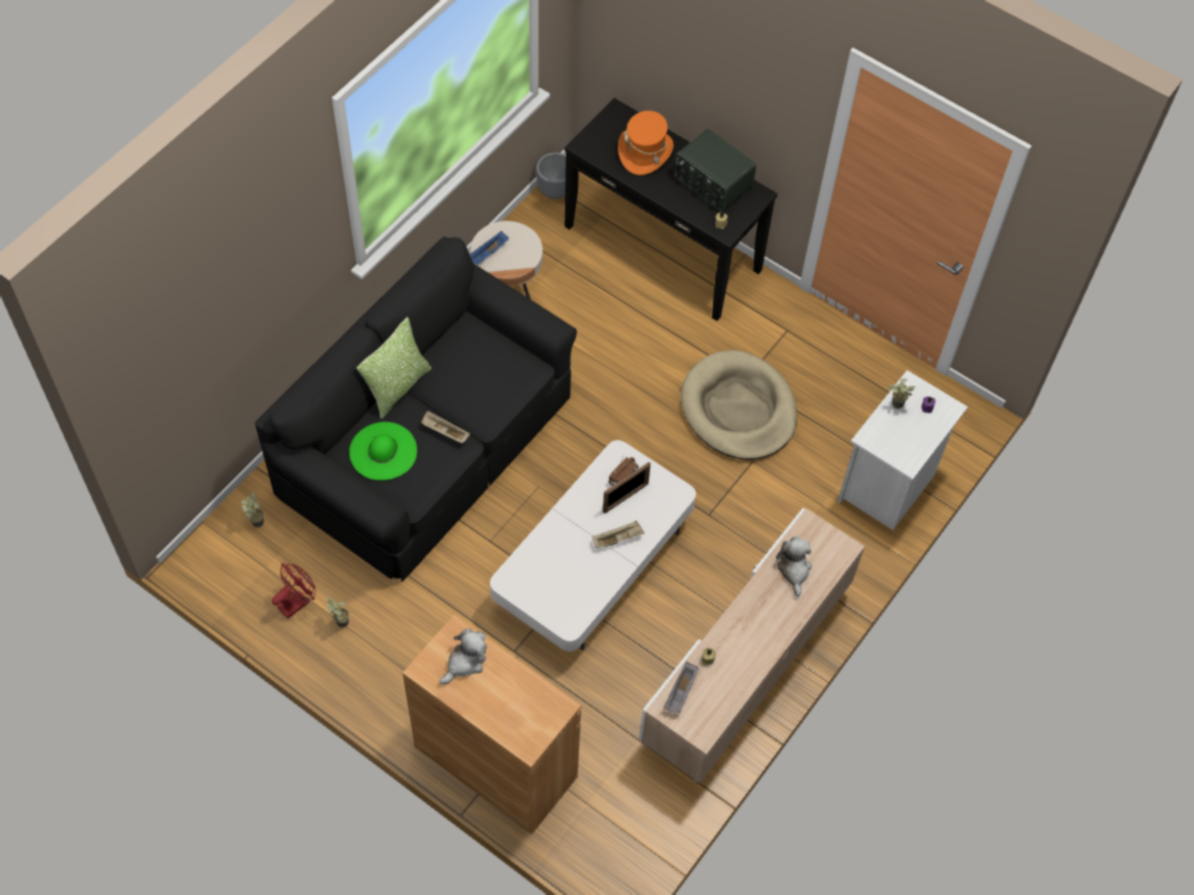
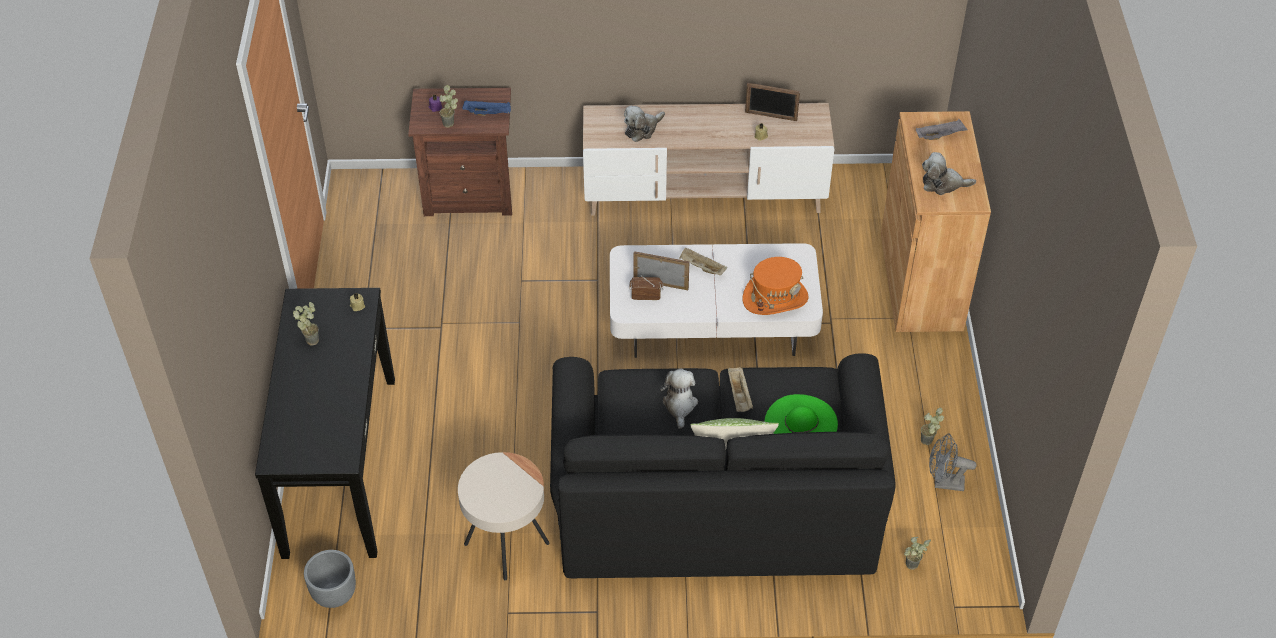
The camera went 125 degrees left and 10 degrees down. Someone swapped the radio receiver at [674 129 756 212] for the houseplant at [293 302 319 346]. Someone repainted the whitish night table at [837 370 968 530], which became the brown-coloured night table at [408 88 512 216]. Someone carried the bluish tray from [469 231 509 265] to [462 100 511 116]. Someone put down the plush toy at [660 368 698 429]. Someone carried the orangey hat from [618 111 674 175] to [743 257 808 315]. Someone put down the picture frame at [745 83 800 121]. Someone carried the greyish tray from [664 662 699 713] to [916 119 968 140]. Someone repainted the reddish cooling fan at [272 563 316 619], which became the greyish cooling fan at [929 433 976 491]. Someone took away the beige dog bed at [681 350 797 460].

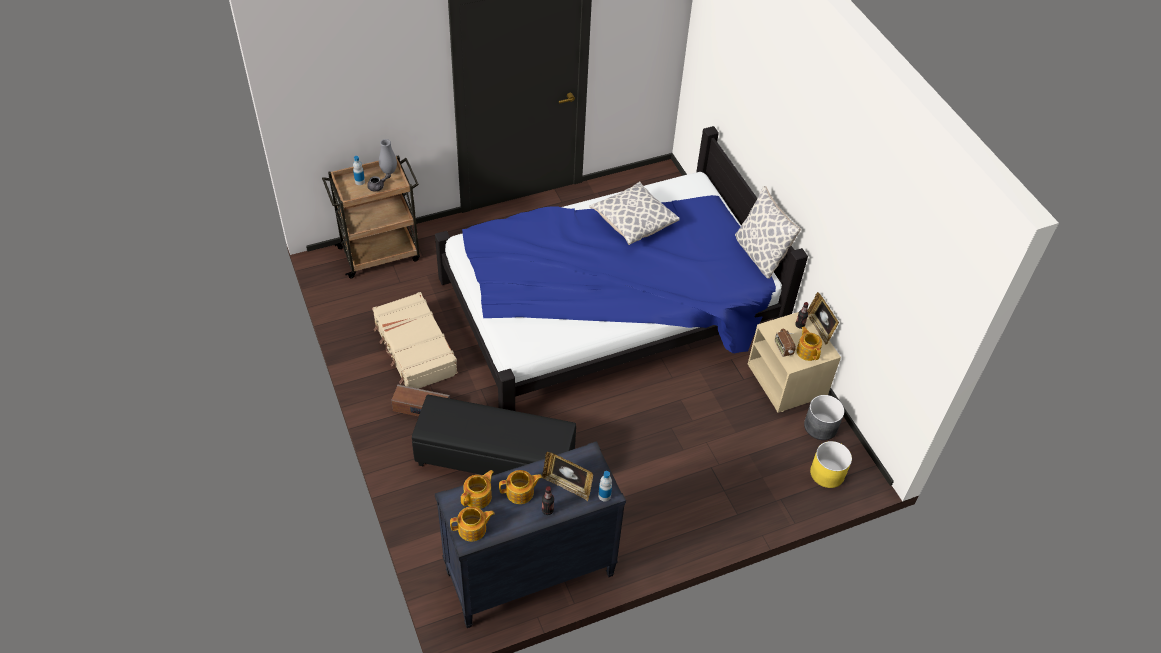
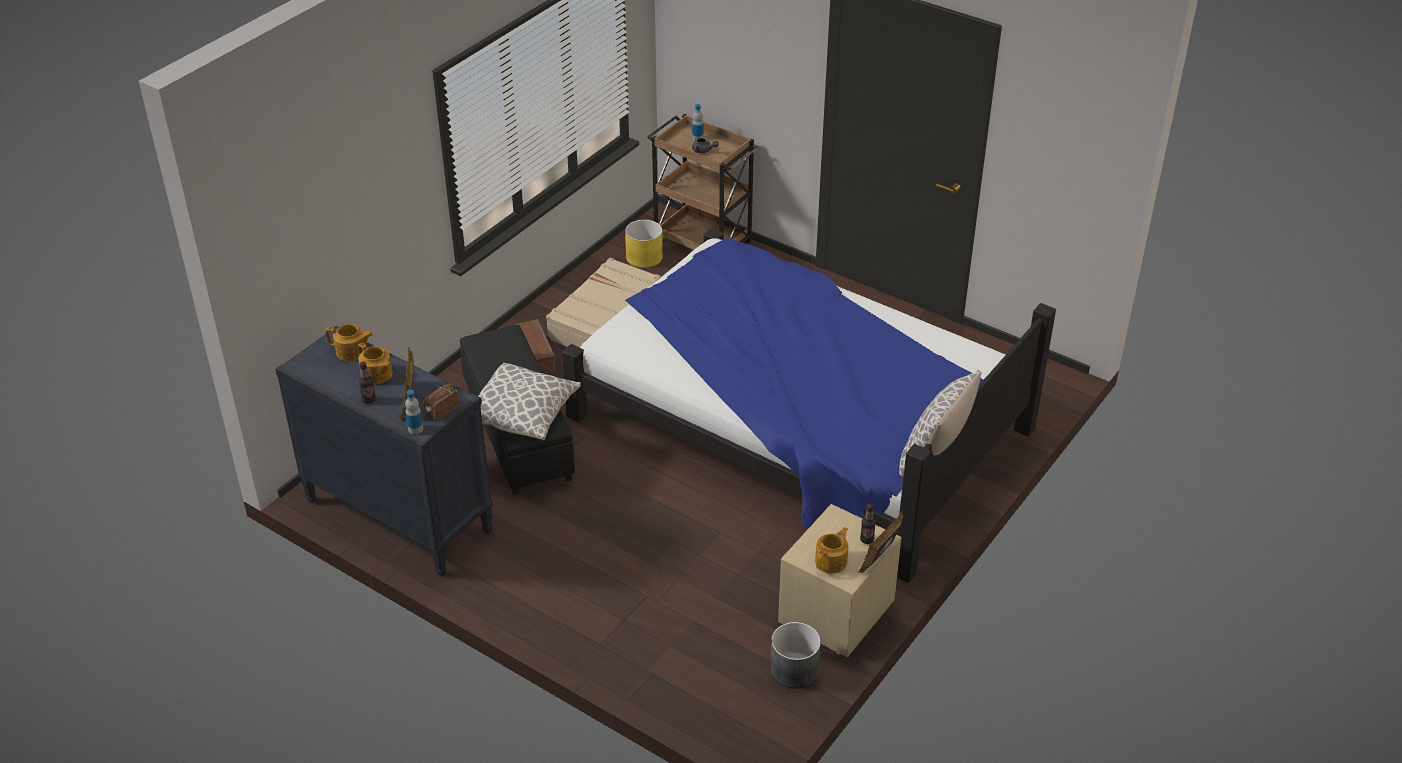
The camera went 60 degrees right and 10 degrees down. Someone carried the radio receiver from [775 329 796 357] to [423 384 459 420]. Someone carried the pillow from [589 181 680 245] to [479 363 581 440]. Someone carried the yellowish plant pot from [810 441 852 488] to [625 220 663 268]. Someone took away the greyish decorative vase at [379 139 397 174]. Someone took away the pot for tea at [450 506 495 542].

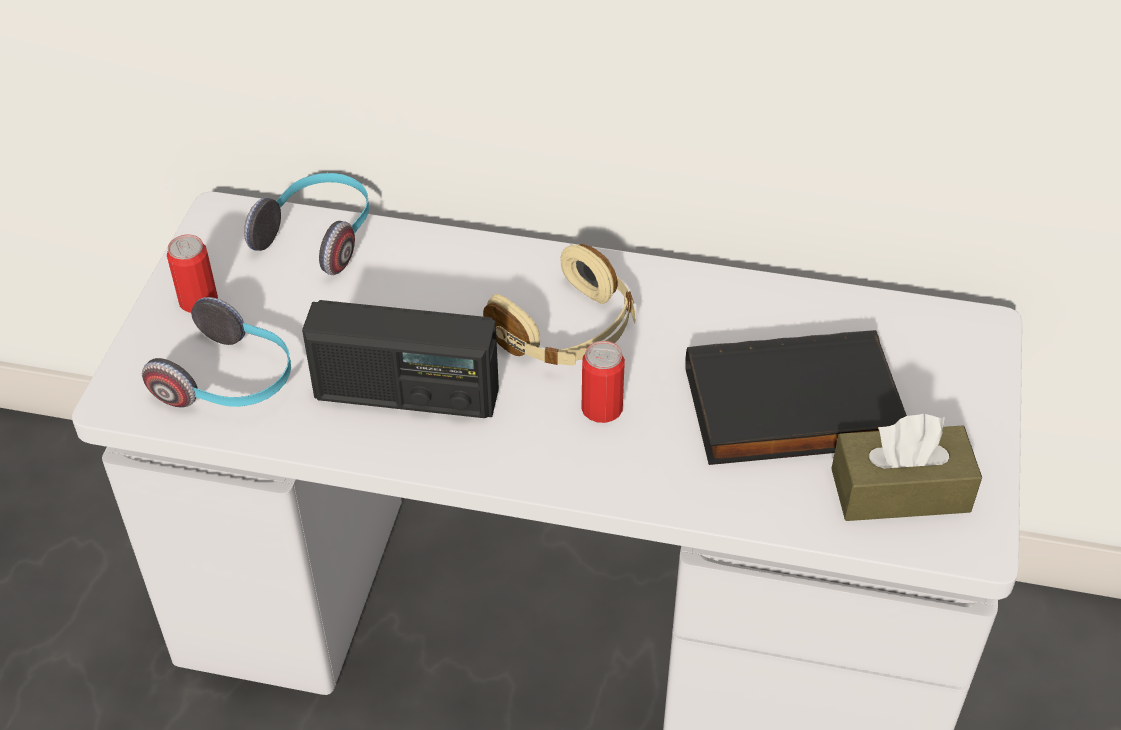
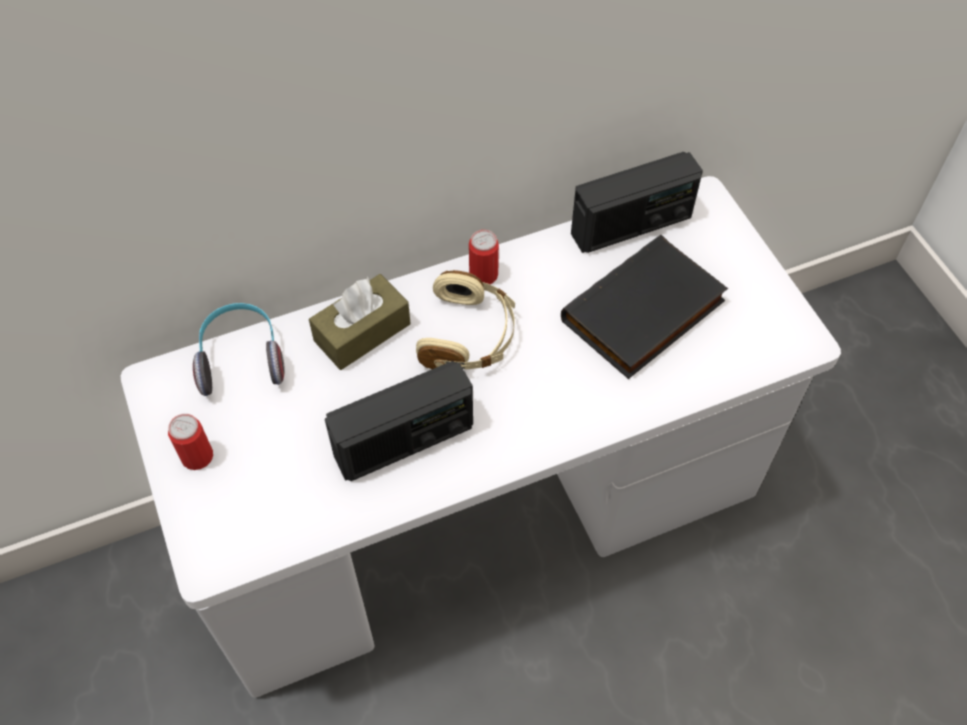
The camera went 35 degrees left and 10 degrees up. Someone carried the brown-coloured box of tissues from [831 413 982 521] to [309 274 410 370]. Someone carried the can from [581 341 625 423] to [469 230 499 284]. Someone put down the radio receiver at [571 152 703 253]. Someone took away the pair of headphones at [142 297 291 408].

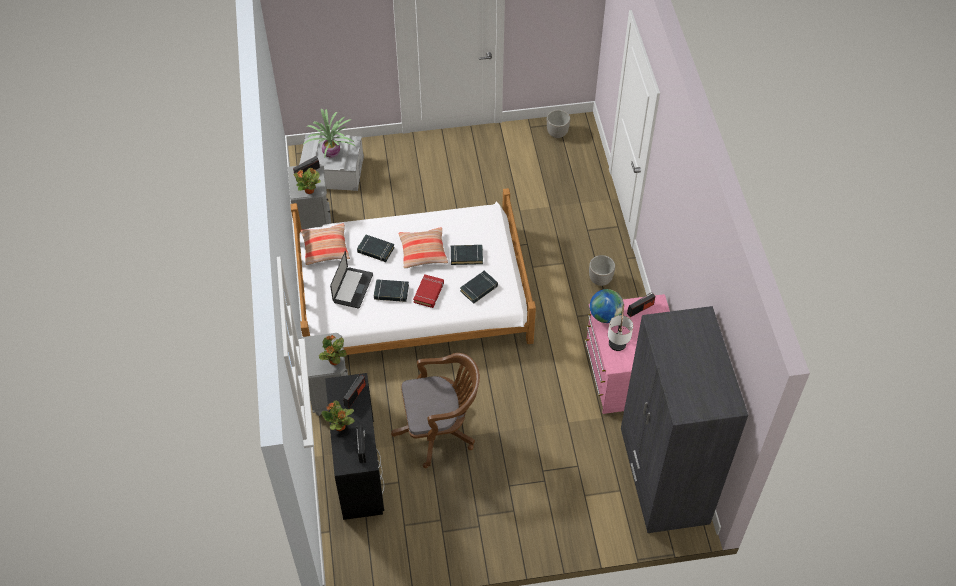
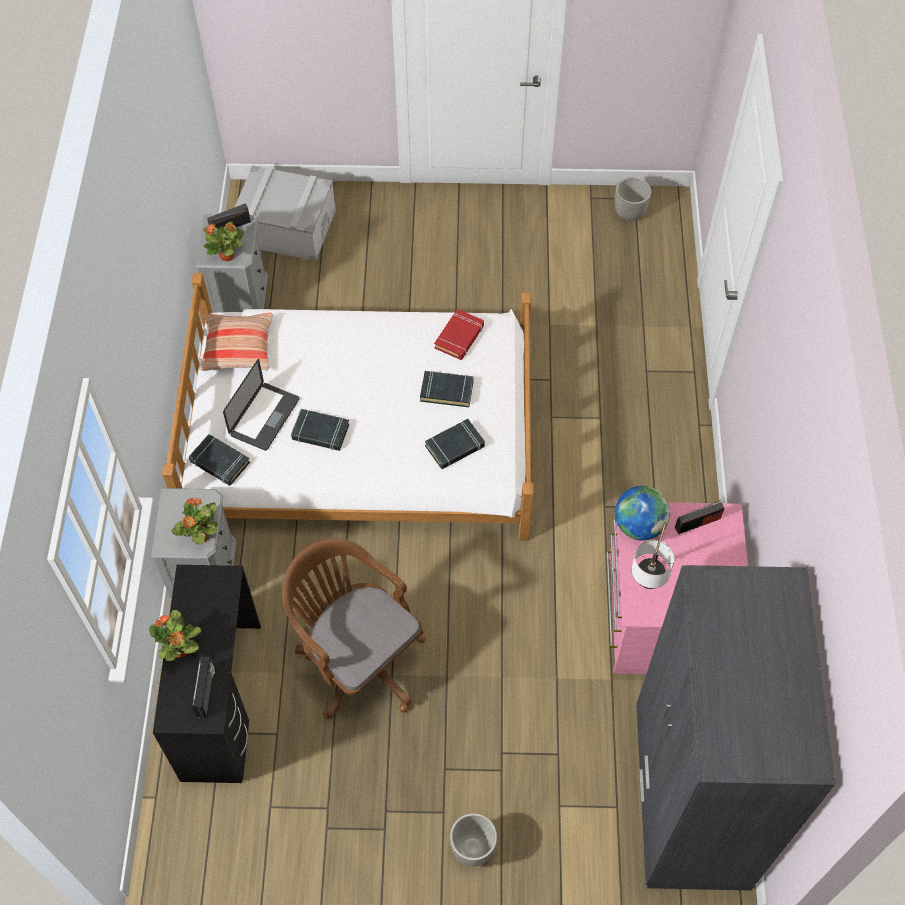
The camera went 10 degrees right and 5 degrees up. Someone carried the blackish book from [357 235 395 262] to [189 434 250 486]. Someone rotated the brown-coloured office chair at [391 353 480 468] by 135 degrees counterclockwise. Someone carried the reddish book from [413 274 444 308] to [434 309 484 360]. Someone carried the plant pot from [589 255 615 286] to [449 813 498 867]. Someone took away the houseplant at [303 108 355 158]. Someone took away the radio receiver at [343 374 366 408]. Someone took away the pillow at [399 227 448 268].

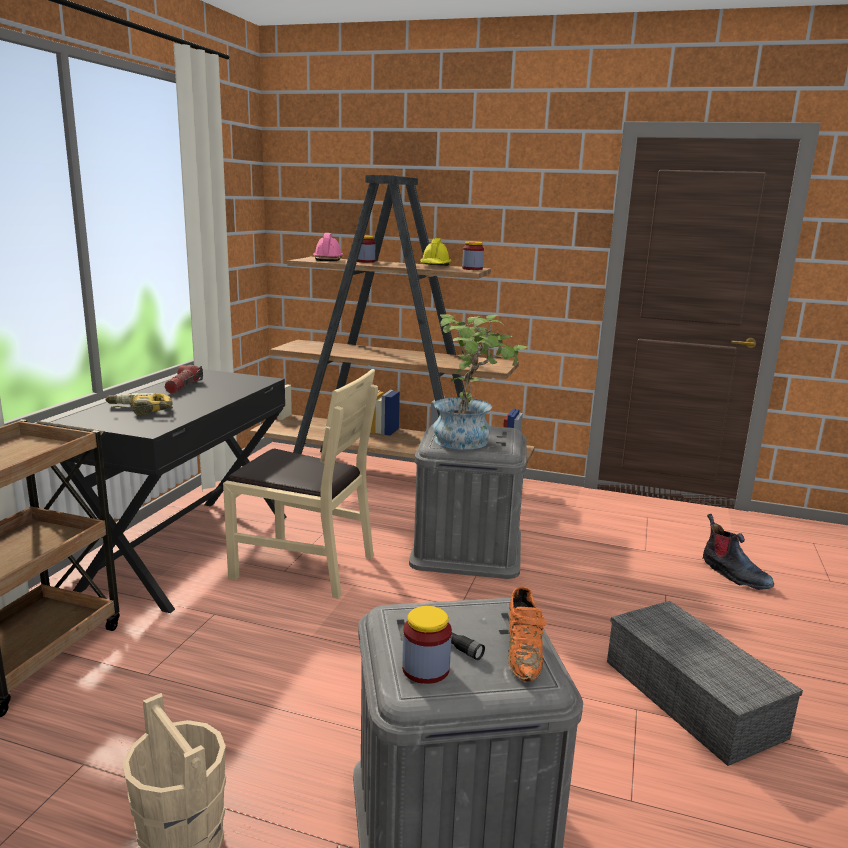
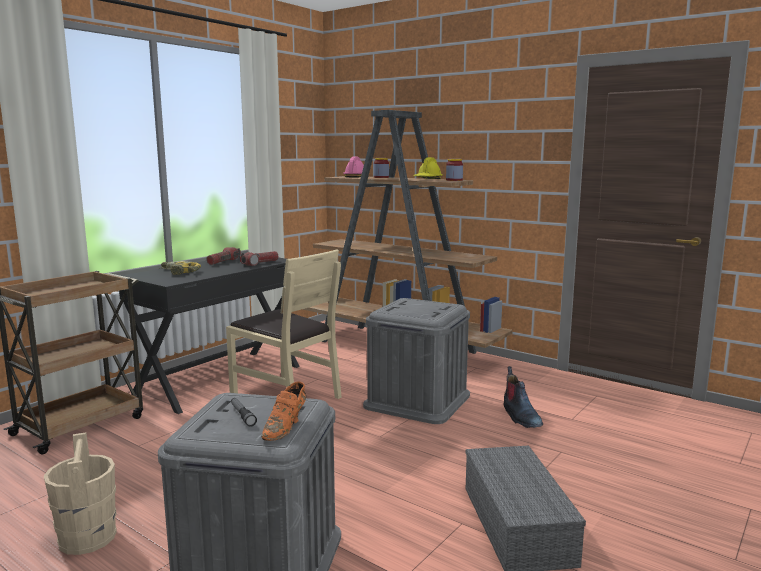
The camera went 20 degrees right and 5 degrees down. Someone put down the flashlight at [240 251 279 266]. Someone carried the boot from [702 514 774 590] to [504 366 543 428]. Someone took away the storage jar at [402 606 452 684]. Someone took away the houseplant at [432 314 527 450].

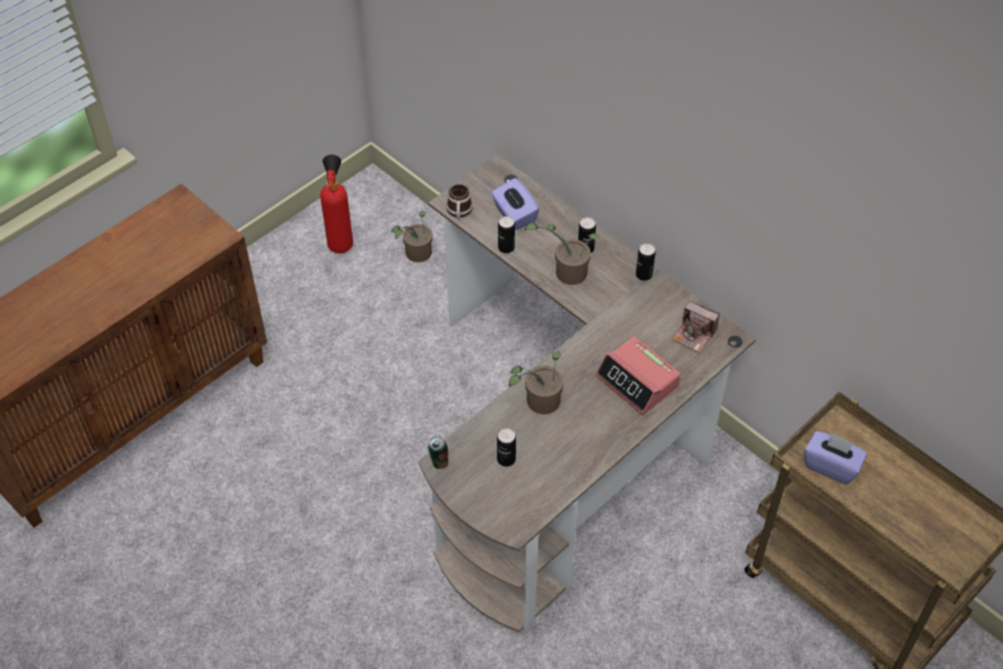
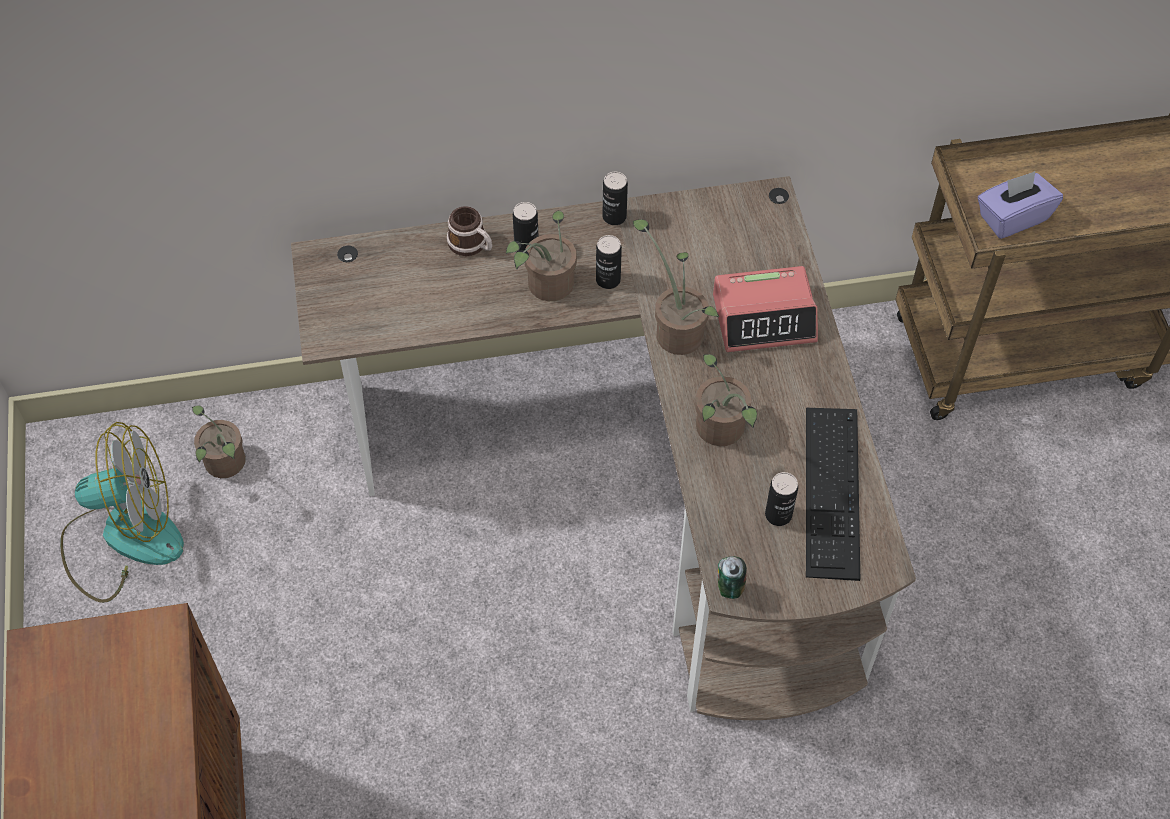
The camera went 55 degrees left and 5 degrees up. Someone swapped the fire-fighting cylinder at [320 155 353 253] for the cooling fan at [60 422 184 603]. Someone carried the mug from [446 184 473 219] to [447 206 492 256]. Someone carried the can from [498 216 515 253] to [596 235 622 289]. Someone put down the houseplant at [632 219 719 355]. Someone put down the PC keyboard at [806 408 860 581]. Someone took away the purple-coloured box of tissues at [491 178 539 230]. Someone took away the photo camera at [672 301 720 353].

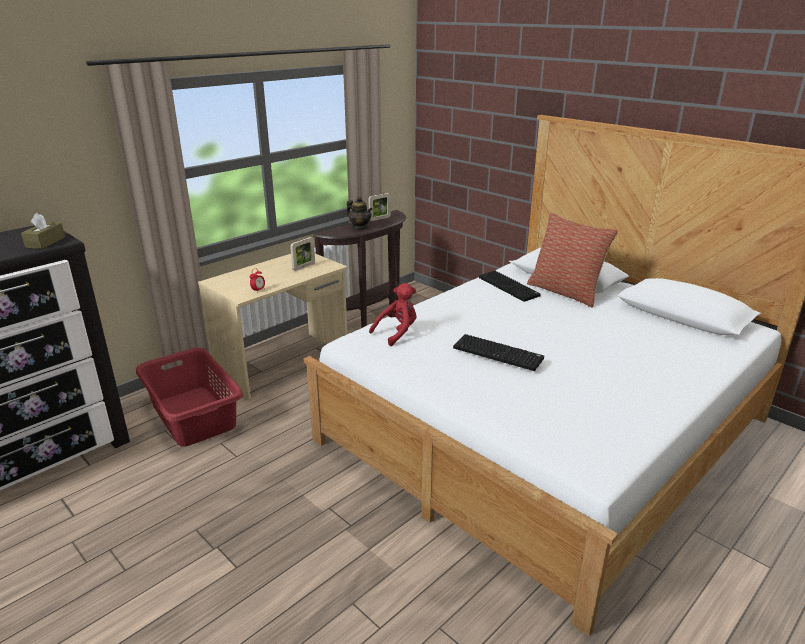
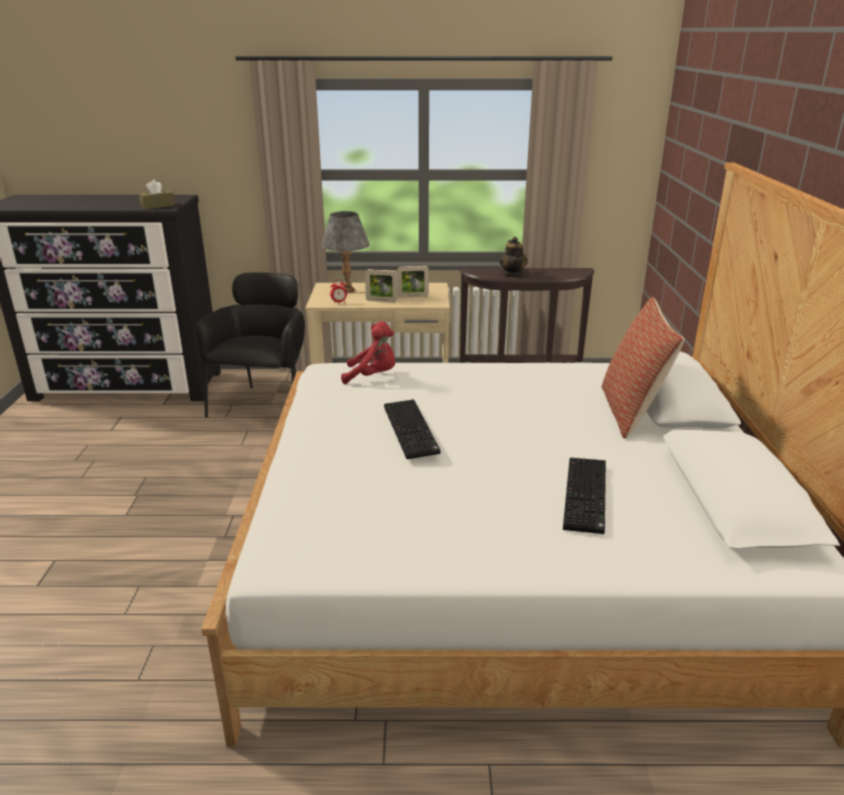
The camera went 45 degrees right and 0 degrees up. Someone swapped the reddish hamper at [136 348 243 446] for the blackish armchair at [196 272 305 418]. Someone put down the greyish table lamp at [321 211 370 293]. Someone carried the picture frame from [368 193 391 221] to [365 269 398 302]. Someone carried the PC keyboard from [479 271 541 302] to [563 458 606 534].

